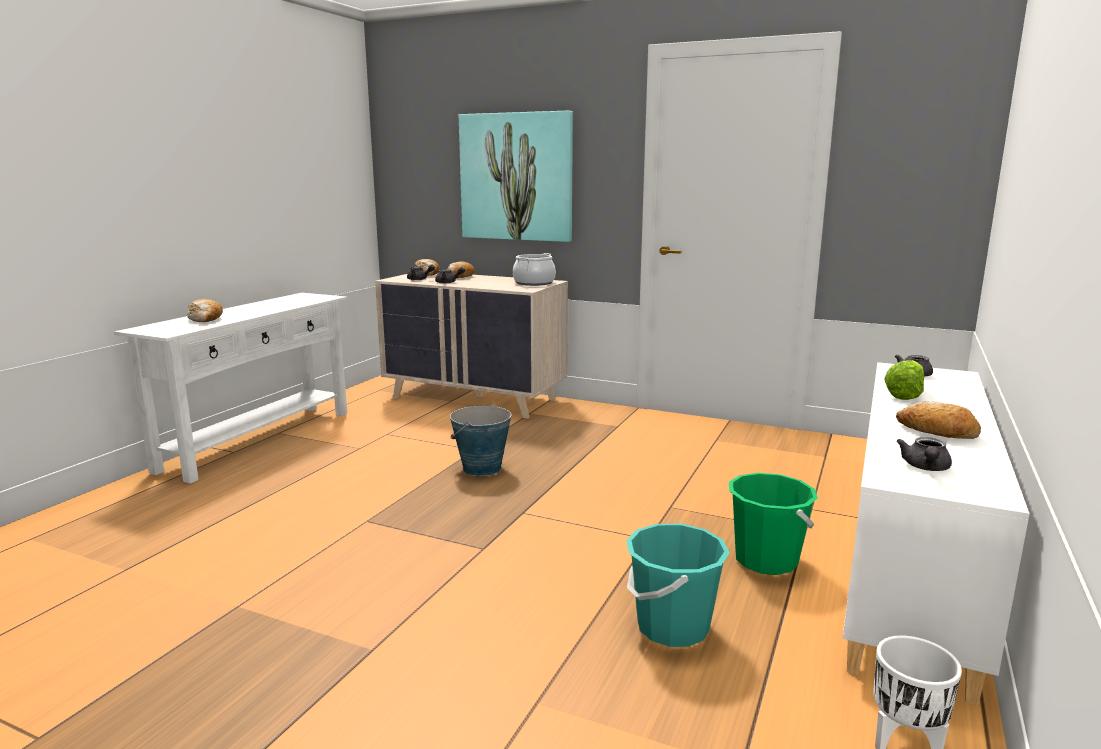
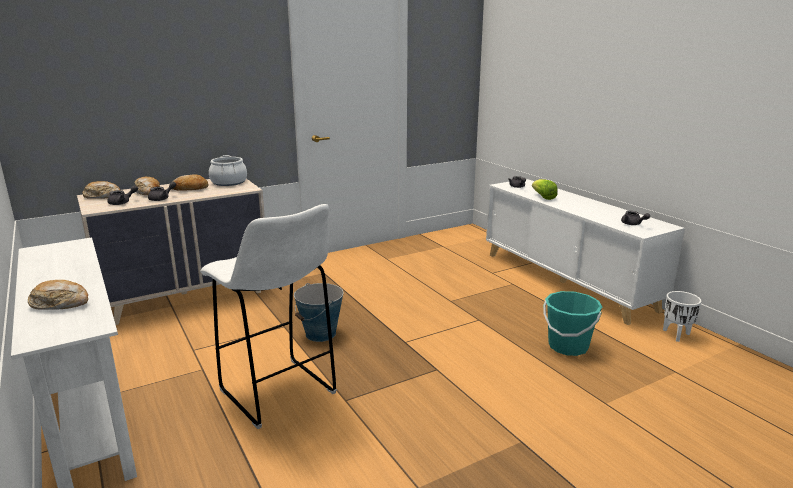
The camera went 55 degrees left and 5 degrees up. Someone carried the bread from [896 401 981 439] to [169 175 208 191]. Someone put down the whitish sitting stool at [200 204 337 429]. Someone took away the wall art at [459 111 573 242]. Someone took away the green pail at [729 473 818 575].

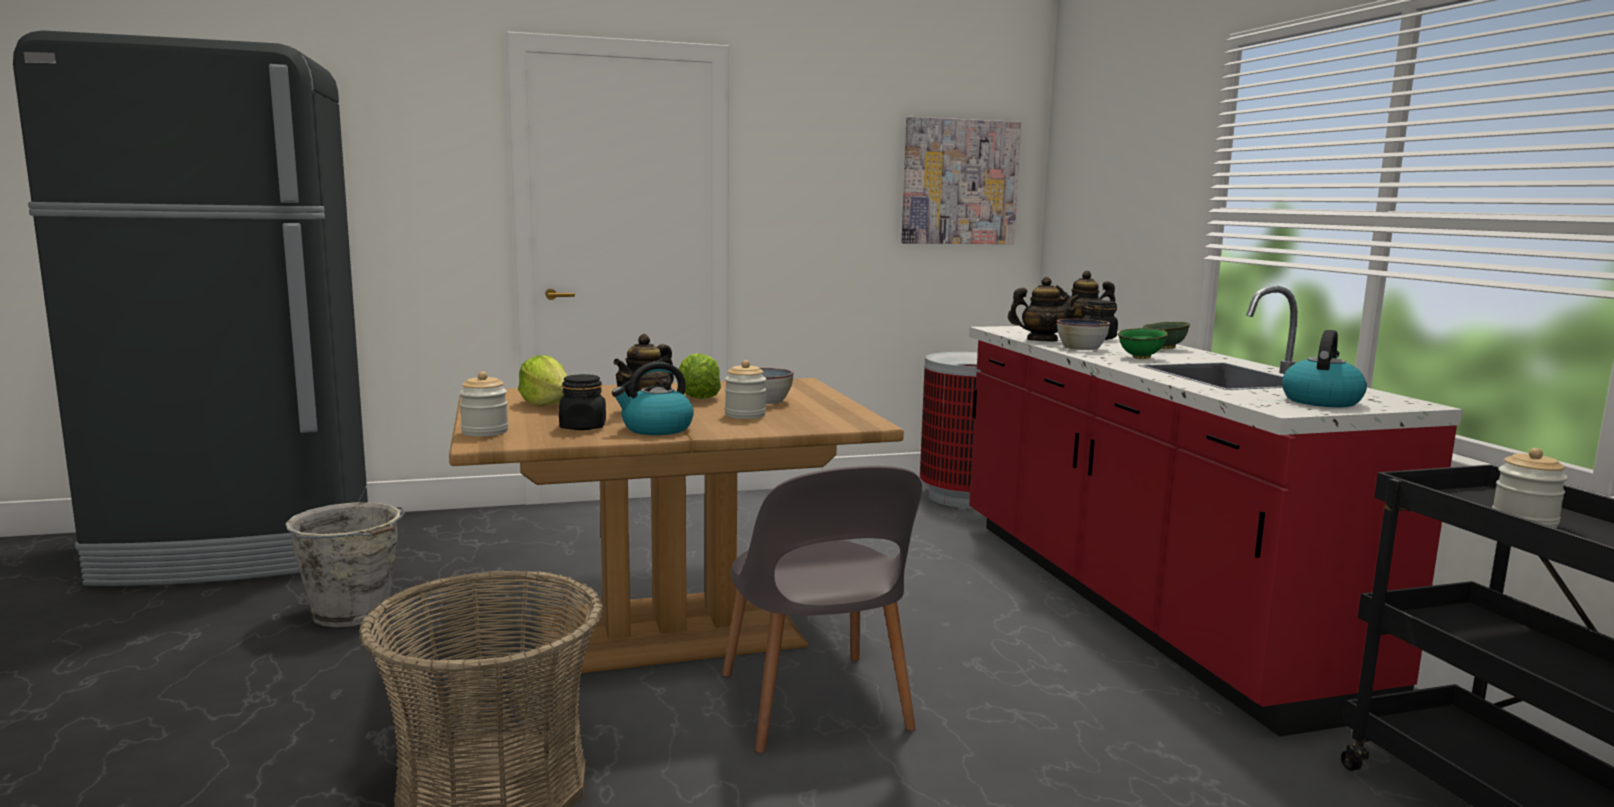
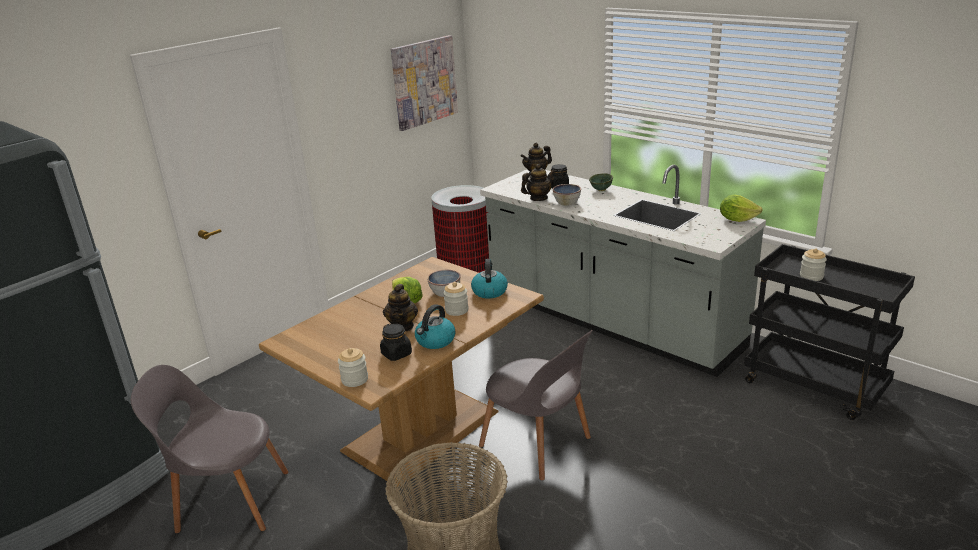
The camera went 30 degrees left and 15 degrees up. Someone swapped the greyish pail at [285 502 405 627] for the greyish upright chair at [131 365 289 533]. Someone carried the kettle from [1282 330 1367 407] to [471 259 508 299]. Someone repainted the reddish counter at [969 286 1463 737], which became the greyish counter at [480 165 766 377]. Someone carried the head of lettuce from [518 355 567 406] to [720 194 763 222]. Someone took away the green serving bowl at [1118 328 1168 359].

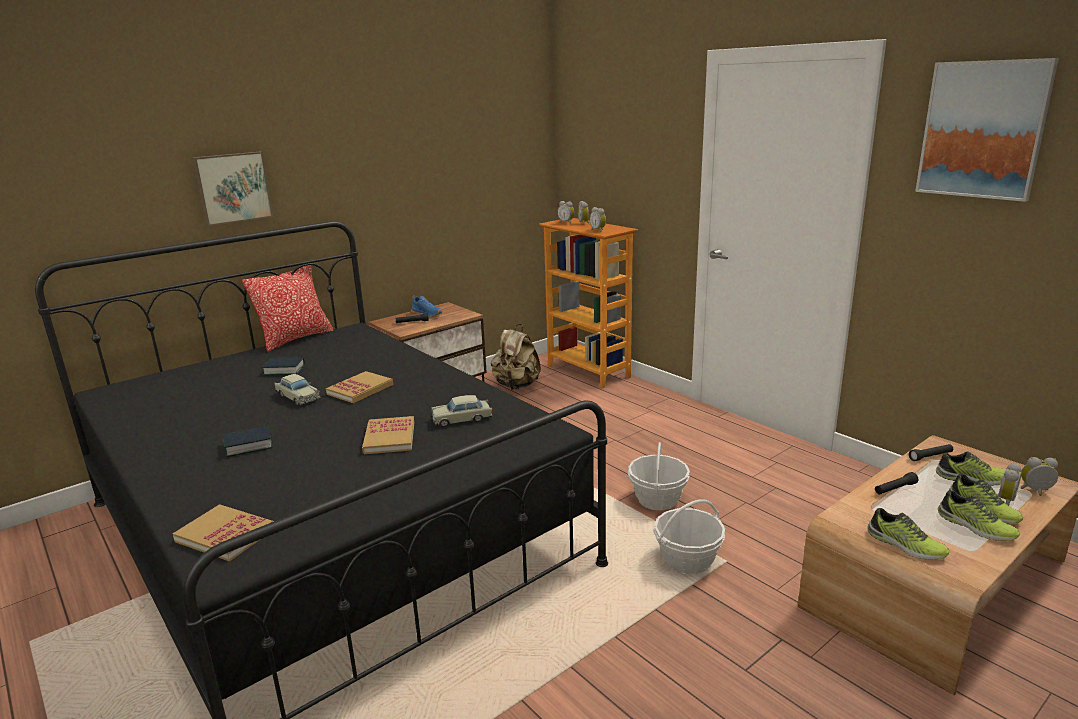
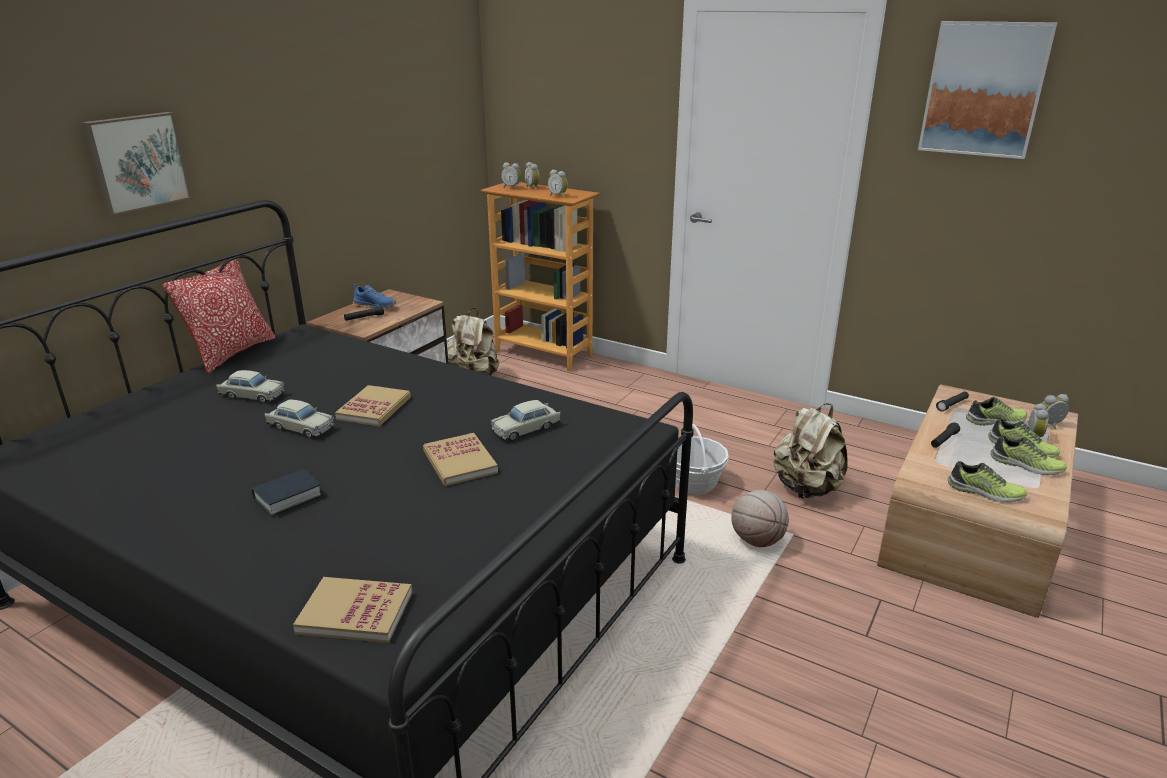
The camera went 20 degrees left and 5 degrees up. Someone swapped the book at [262 357 305 375] for the beige miniature car at [216 370 285 403]. Someone swapped the household basket at [653 499 725 574] for the basketball at [731 490 789 547]. Someone put down the beige rucksack at [773 404 848 499].

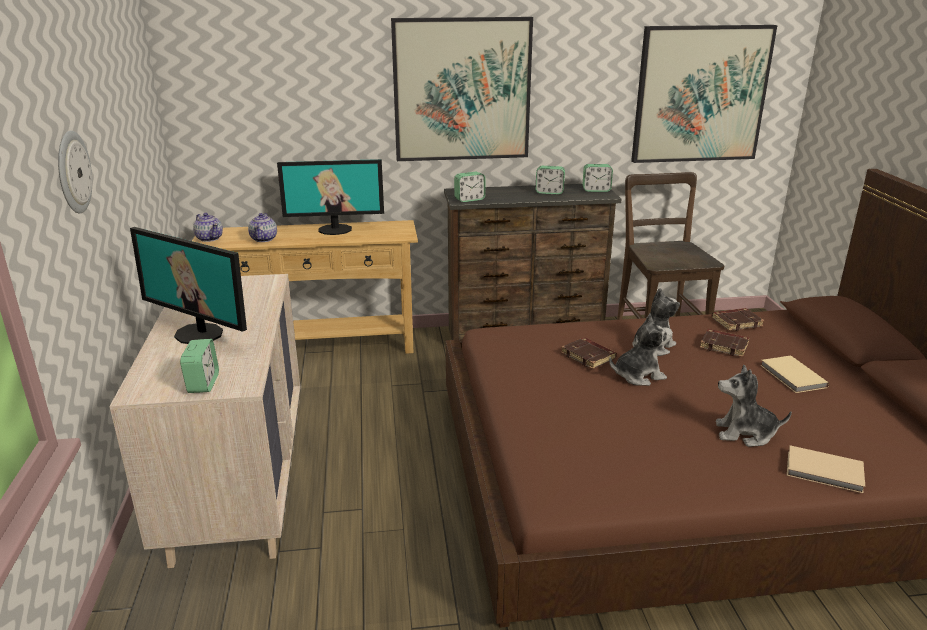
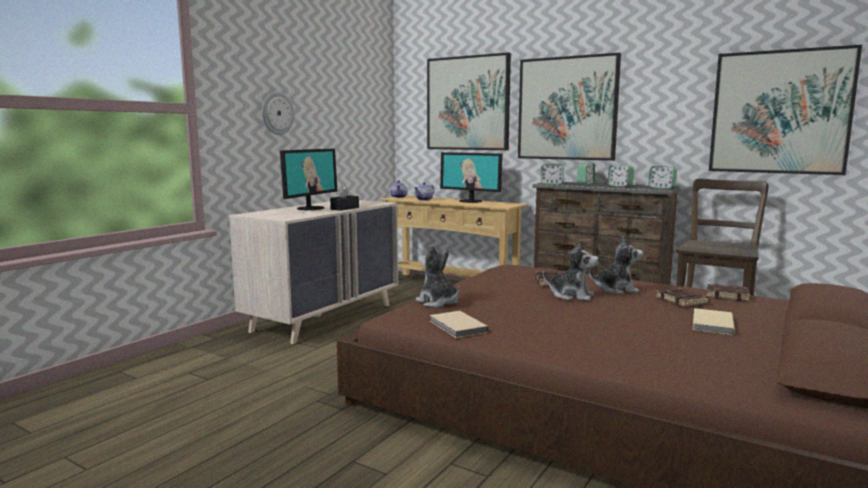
The camera went 40 degrees right and 15 degrees down. Someone rotated the computer display at [130 227 247 344] by 135 degrees counterclockwise. Someone put down the blackish box of tissues at [330 186 359 211]. Someone carried the plush toy from [716 365 792 447] to [416 245 459 308]. Someone put up the wall art at [427 52 511 150]. Someone carried the beige book from [787 445 865 493] to [430 311 489 338]. Someone carried the table clock from [180 339 219 393] to [577 163 595 185].

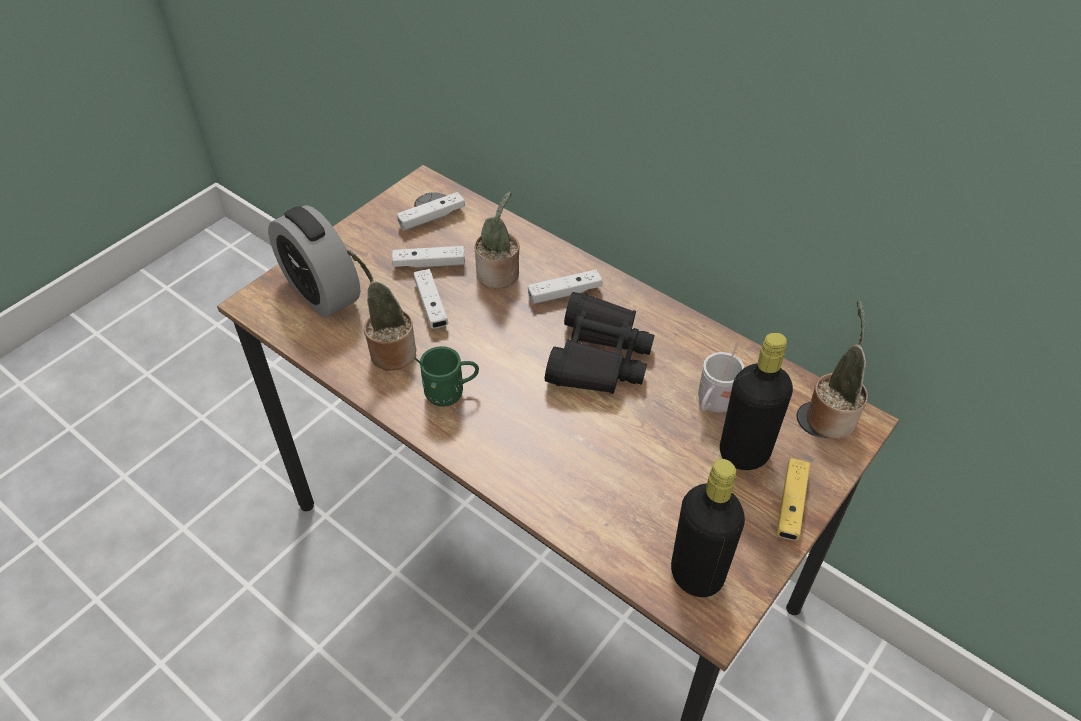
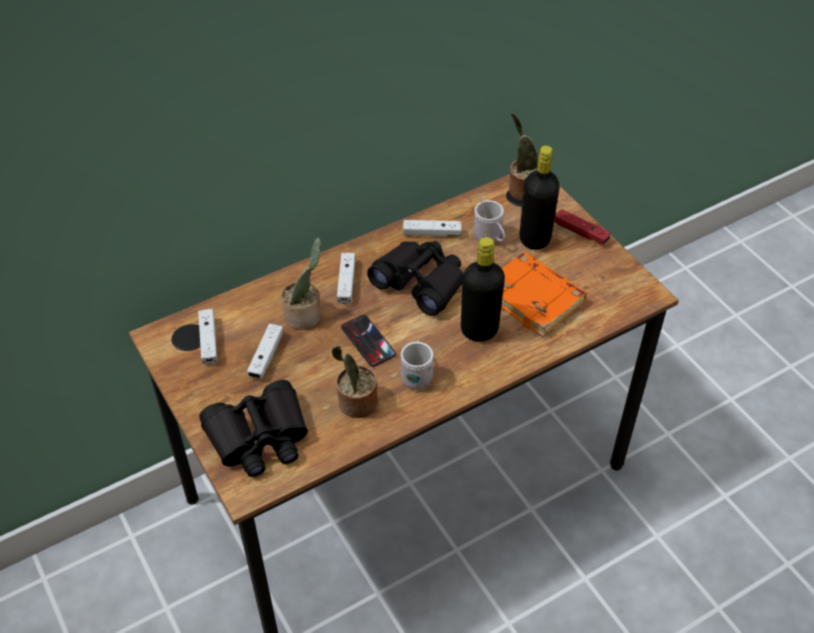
The camera went 70 degrees left and 0 degrees up. Someone swapped the table clock at [268 205 360 318] for the blackish binoculars at [199 380 308 477]. Someone put down the telephone at [341 315 396 367]. Someone repainted the green mug at [414 346 479 407], which became the whitish mug at [401 340 433 390]. Someone carried the whitish gamepad from [413 269 449 329] to [403 220 461 236]. Someone carried the blackish bottle from [671 459 745 597] to [461 237 505 342]. Someone put down the orangey book at [501 252 587 337]. Someone repainted the yellowish gamepad at [776 458 810 540], which became the reddish gamepad at [554 209 611 245].

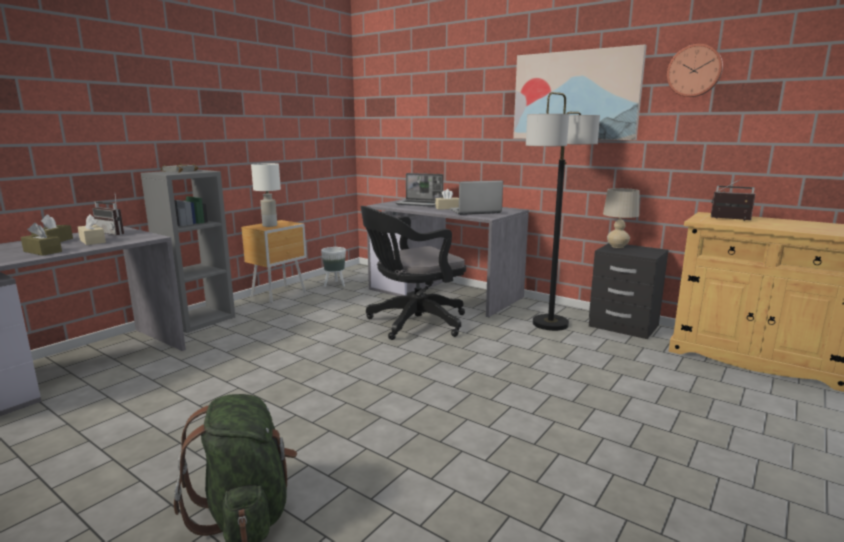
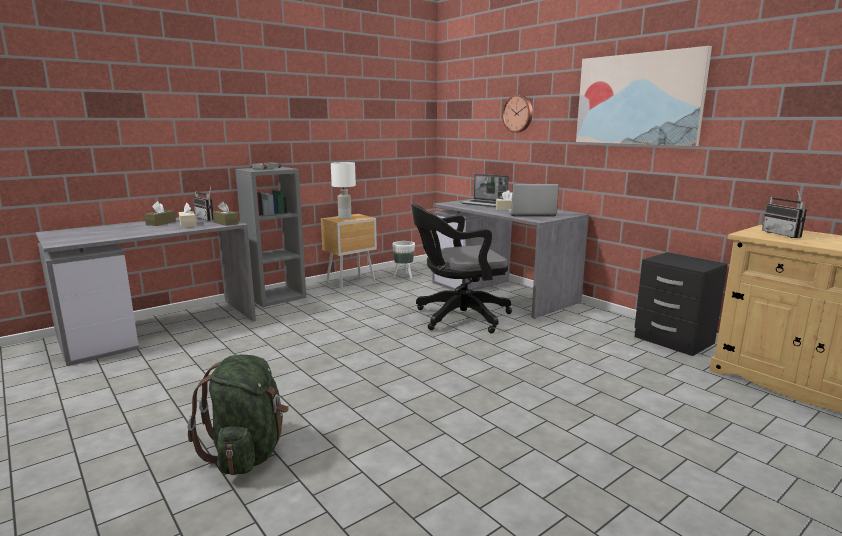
The camera went 15 degrees right and 0 degrees up. Someone carried the brown-coloured box of tissues from [21 223 62 256] to [213 202 239 226]. Someone carried the clock on the wall from [667 44 723 97] to [502 95 533 133]. Someone rotated the radio receiver at [711 179 755 221] by 150 degrees counterclockwise. Someone took away the standard lamp at [526 92 600 331]. Someone took away the beige table lamp at [603 188 639 248].

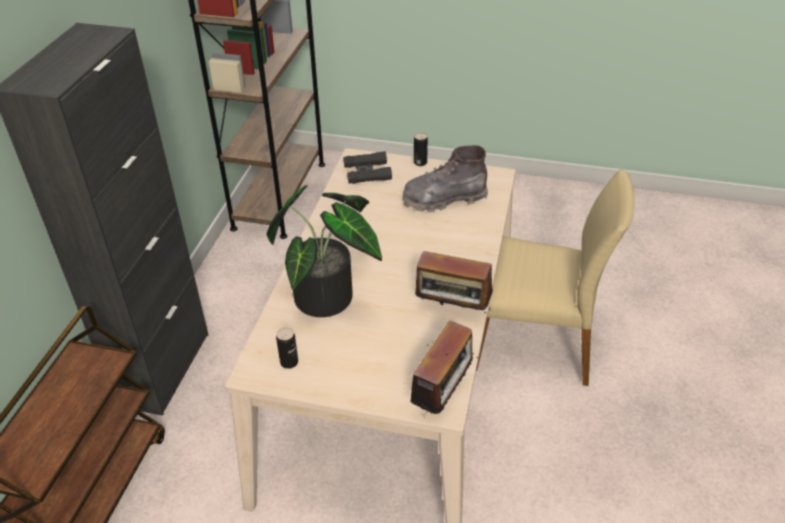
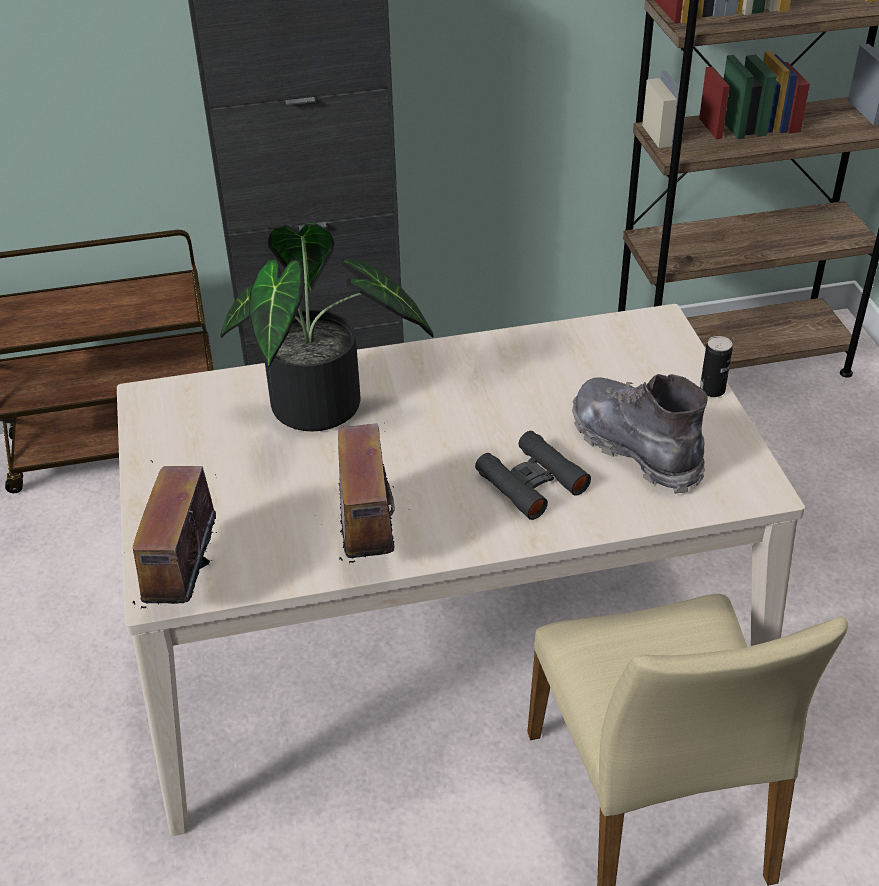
The camera went 65 degrees right and 0 degrees up. Someone rotated the radio receiver at [410 320 478 418] by 90 degrees clockwise. Someone carried the blackish binoculars from [343 151 392 184] to [475 431 591 520]. Someone took away the can at [276 327 298 369].

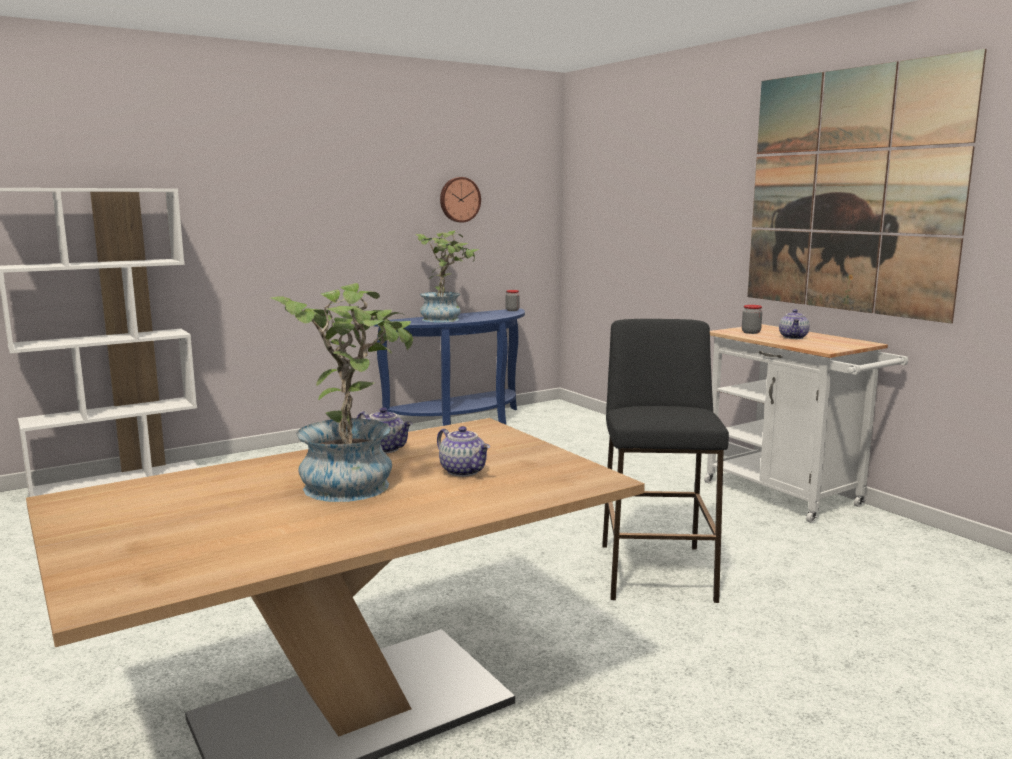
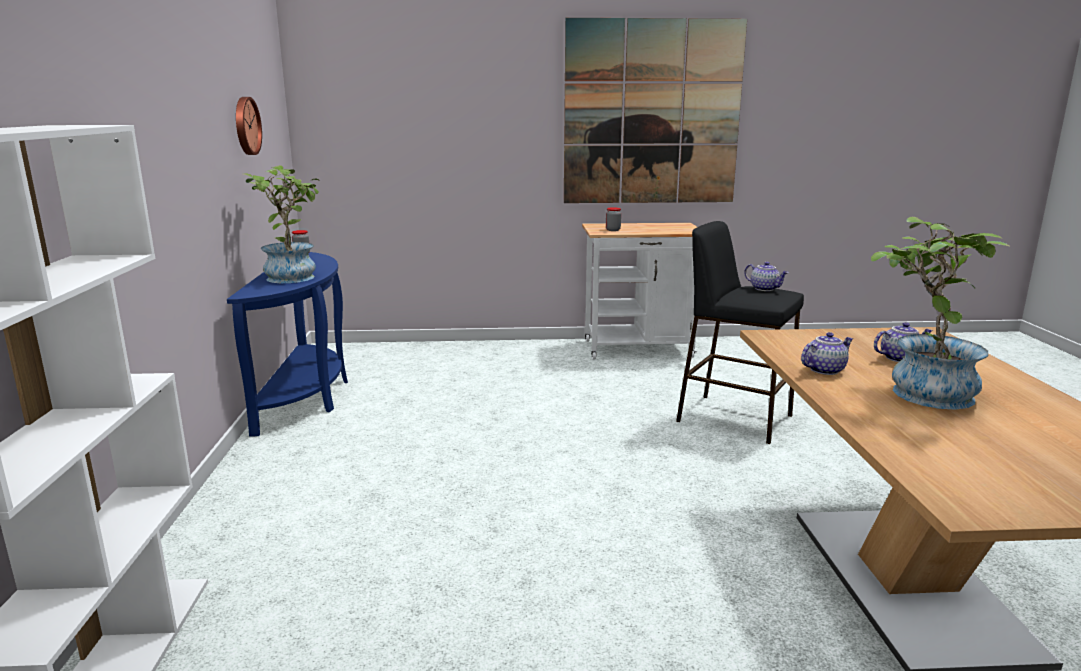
The camera went 60 degrees left and 5 degrees up. Someone carried the pot for tea from [779 309 810 339] to [744 262 789 291].

